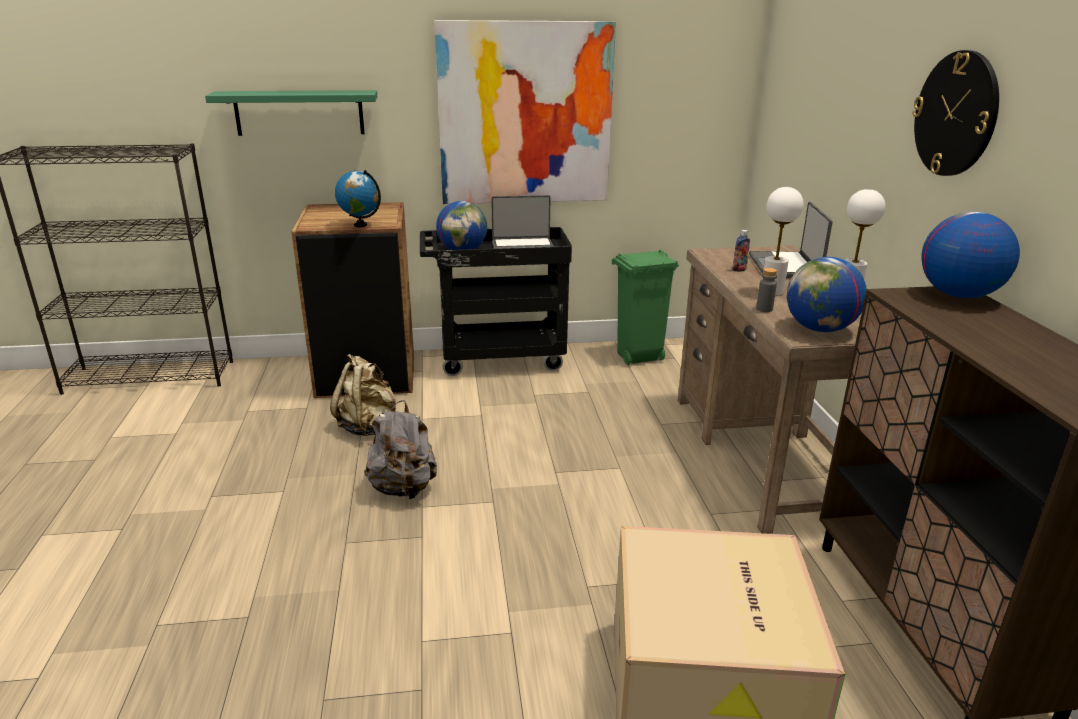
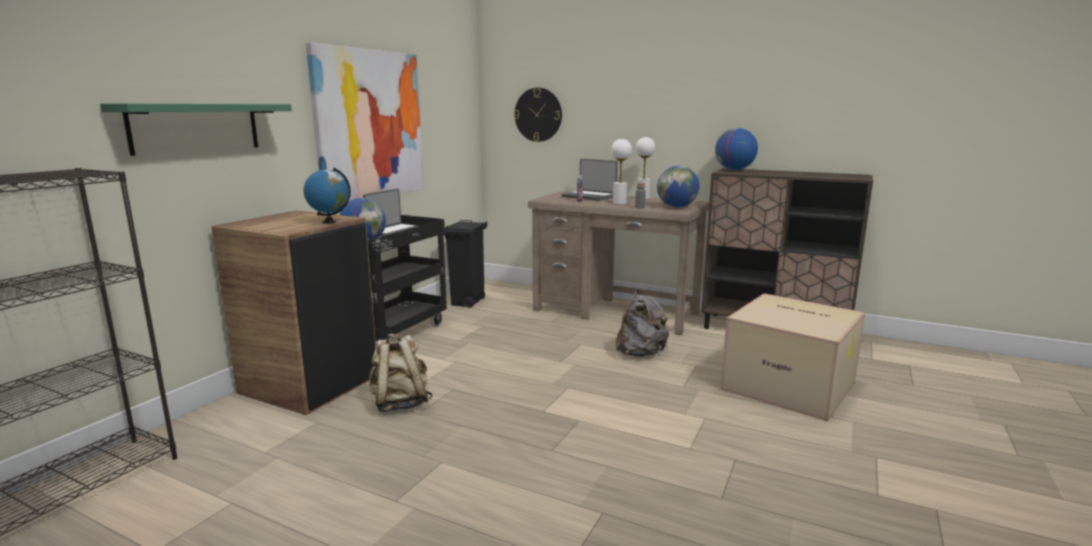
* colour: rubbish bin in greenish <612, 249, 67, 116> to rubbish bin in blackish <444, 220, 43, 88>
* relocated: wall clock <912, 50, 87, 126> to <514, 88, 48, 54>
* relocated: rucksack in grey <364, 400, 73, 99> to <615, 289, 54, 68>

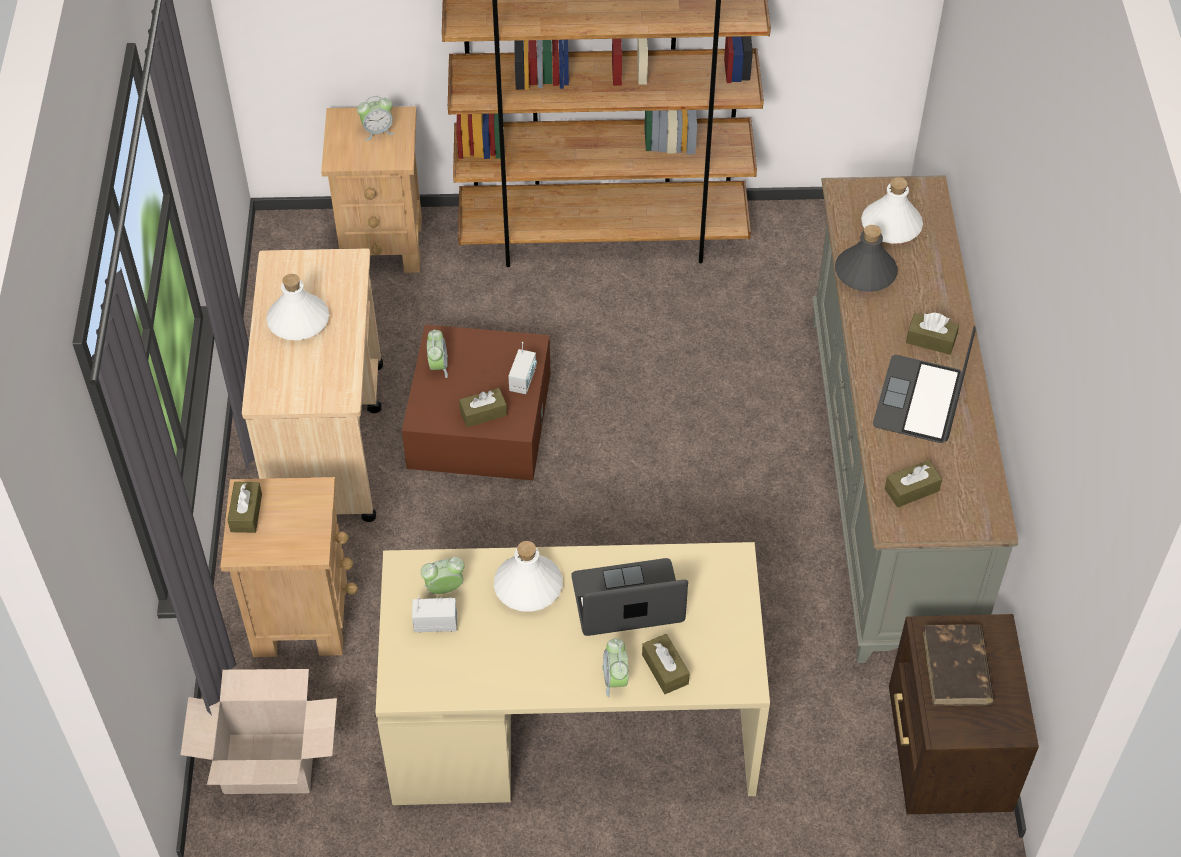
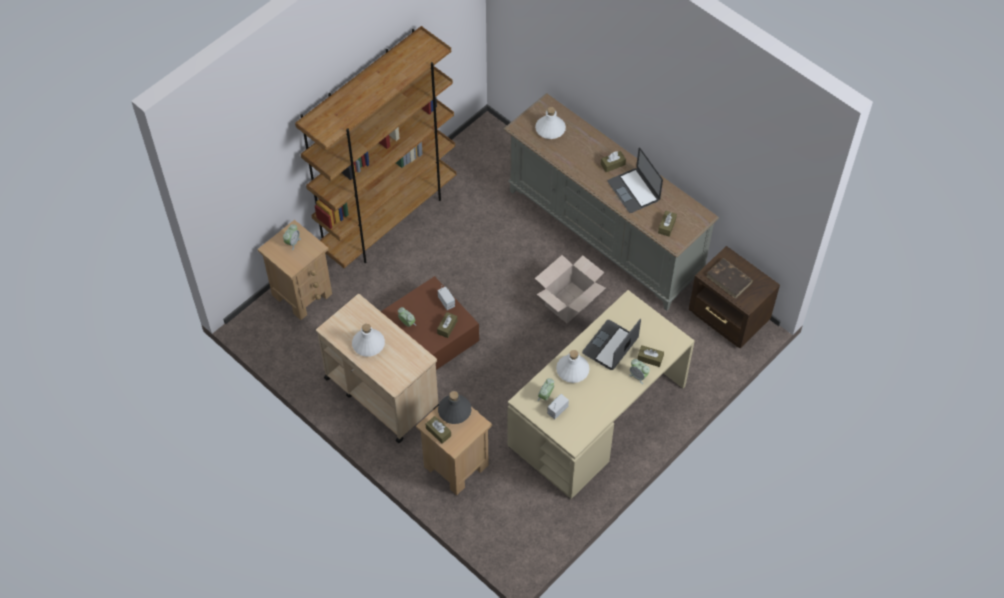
* relocated: beverage bottle in grey <835, 225, 62, 67> to <438, 391, 33, 33>
* relocated: packing box <181, 669, 156, 125> to <535, 255, 71, 68>

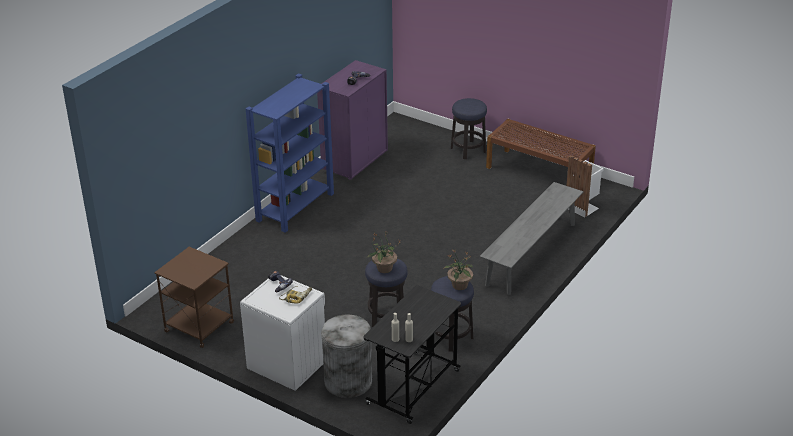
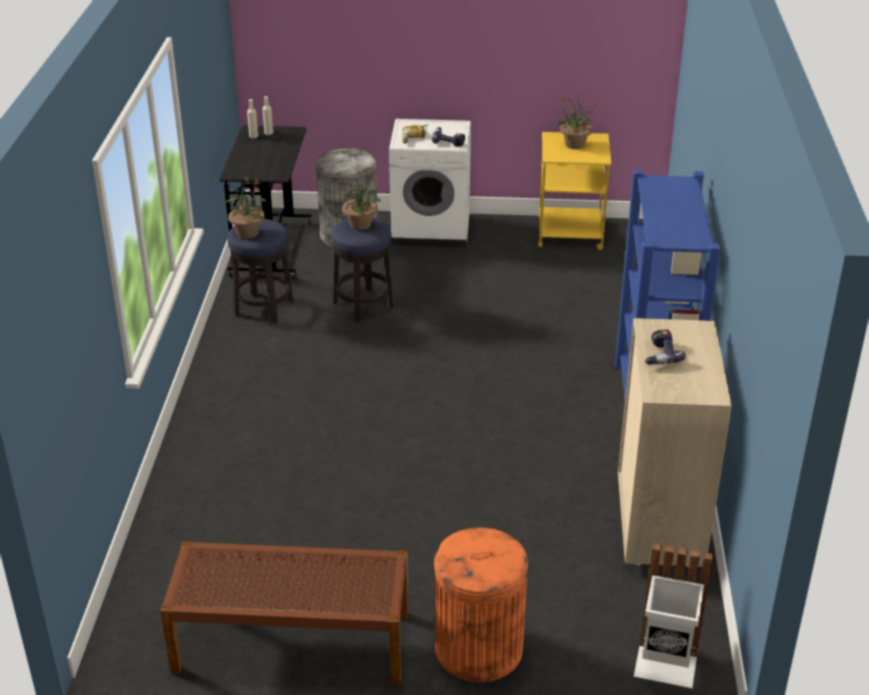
* exchanged: sitting stool <451, 98, 36, 61> to rubbish bin in orangey <434, 528, 94, 154>
* colour: wheeled cart in brownish <154, 247, 80, 101> to wheeled cart in yellow-coloured <538, 132, 73, 118>
* appeared: plant in a pot <555, 93, 43, 56>
* colour: storage cabinet in purplish <317, 60, 71, 120> to storage cabinet in beige-coloured <618, 318, 114, 249>
* relocated: rubbish bin in white-coloured <566, 155, 38, 62> to <634, 543, 79, 145>
* missing: long seat in grey <480, 182, 104, 113>

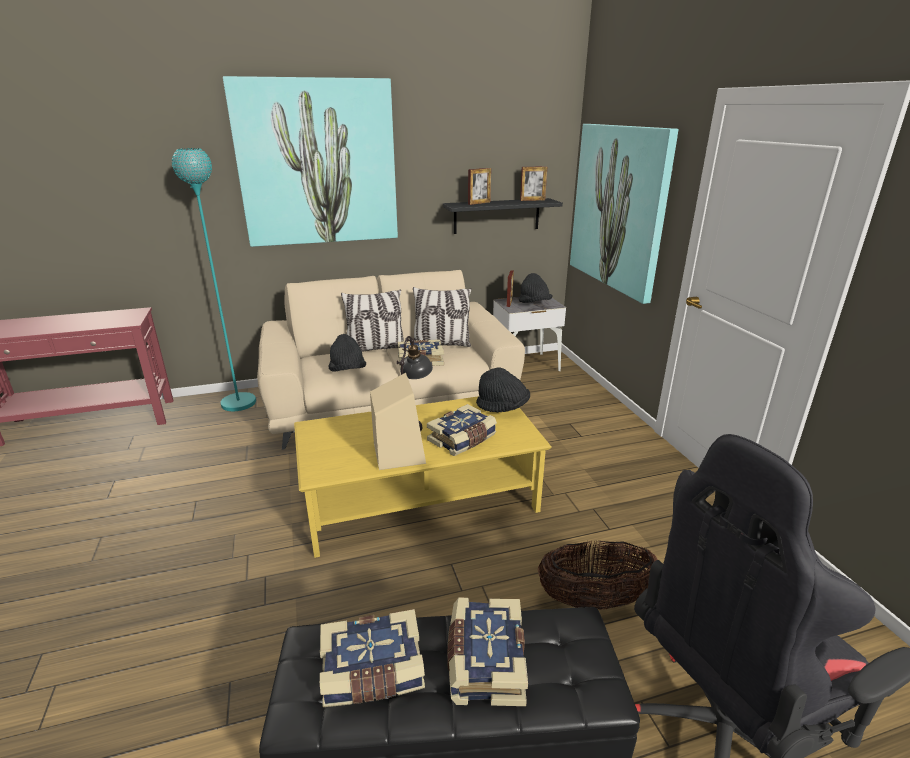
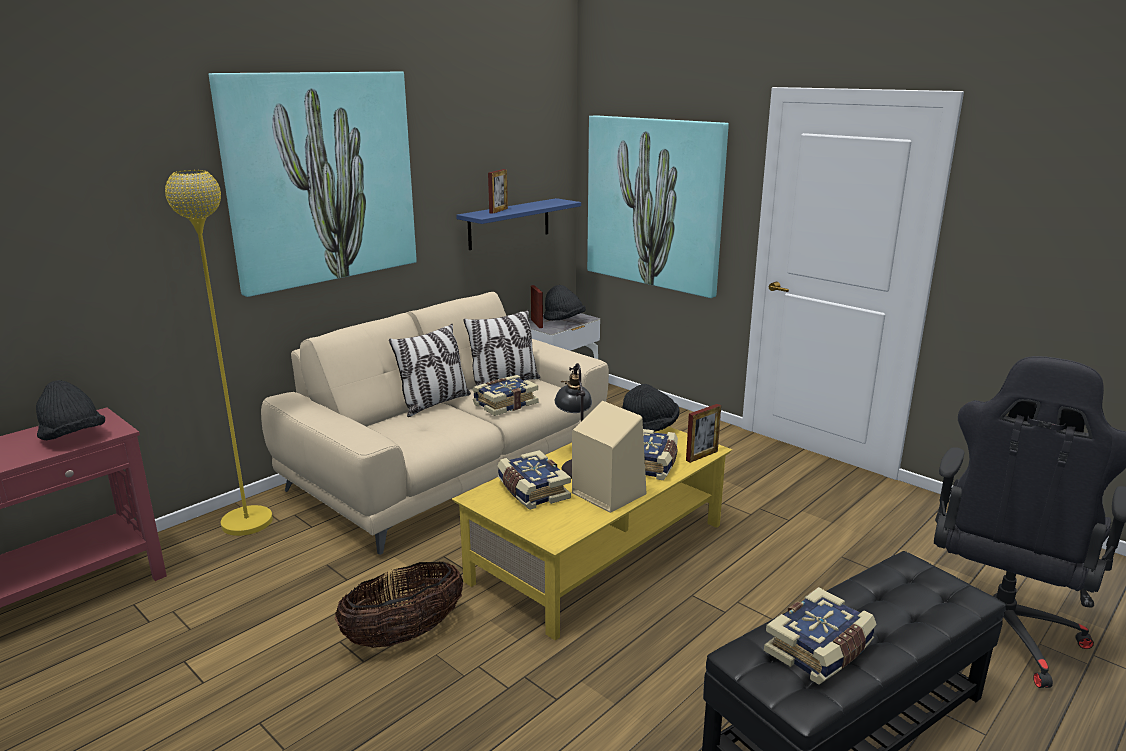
* relocated: hat in blackish <328, 334, 38, 37> to <36, 380, 69, 60>
* colour: standing lamp in blue-green <172, 148, 84, 263> to standing lamp in yellow-coloured <165, 170, 108, 366>
* relocated: basket <538, 540, 120, 70> to <335, 561, 128, 87>
* colour: bracket shelf in blackish <443, 198, 120, 36> to bracket shelf in blue <456, 198, 125, 52>
* relocated: volume <447, 598, 81, 108> to <497, 450, 74, 60>
* relocated: picture frame <520, 166, 27, 35> to <686, 404, 35, 59>

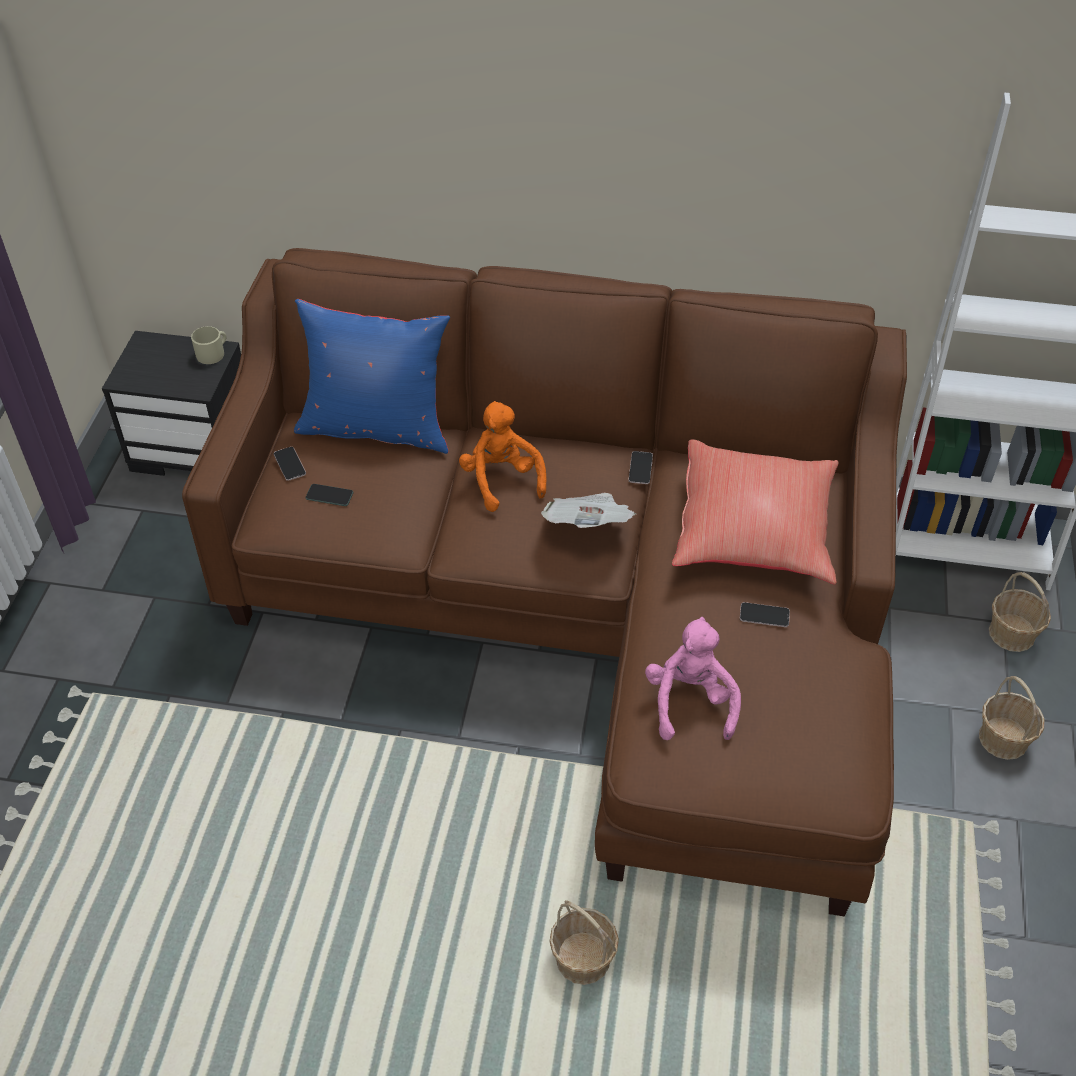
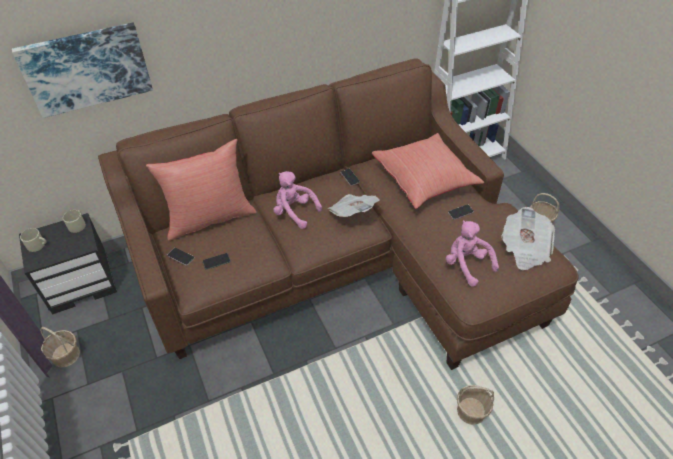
* appeared: wall art <12, 23, 141, 95>
* appeared: coffee mug in beige-coloured <20, 228, 26, 24>
* relocated: basket <989, 572, 62, 80> to <40, 327, 40, 40>
* colour: throw pillow in blue <294, 299, 156, 155> to throw pillow in red <146, 139, 111, 102>
* colour: cuddly toy in orangey <459, 401, 87, 111> to cuddly toy in pink-coloured <273, 171, 49, 58>
* appeared: printed paper <502, 207, 53, 63>

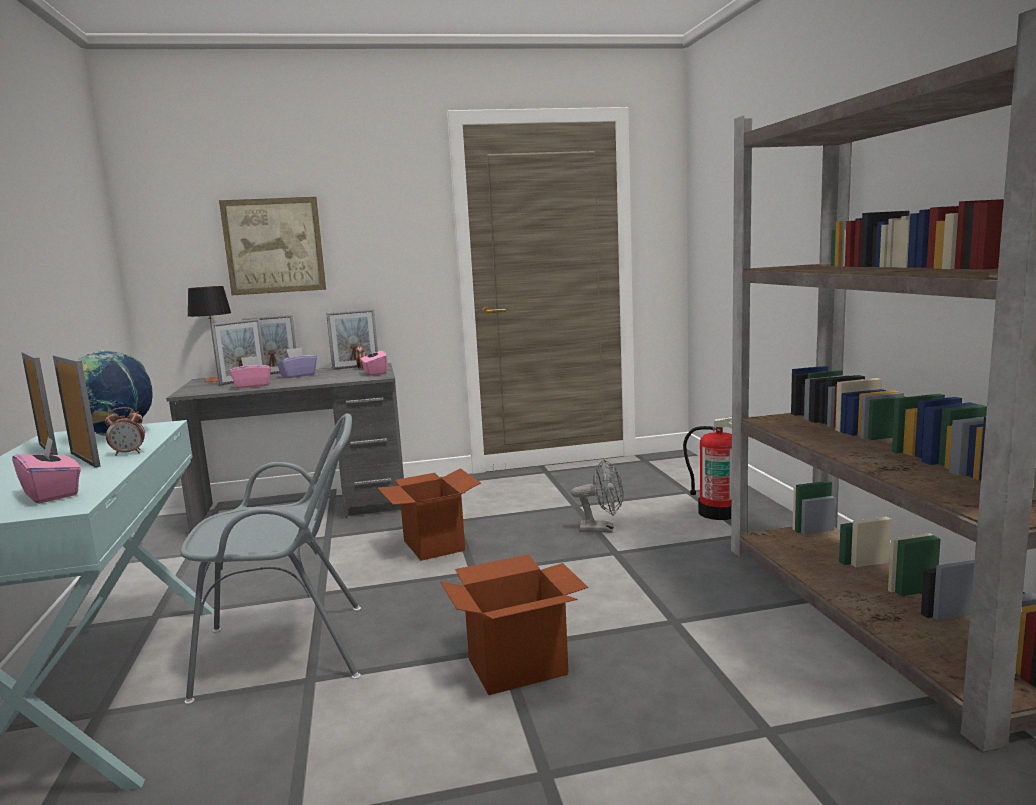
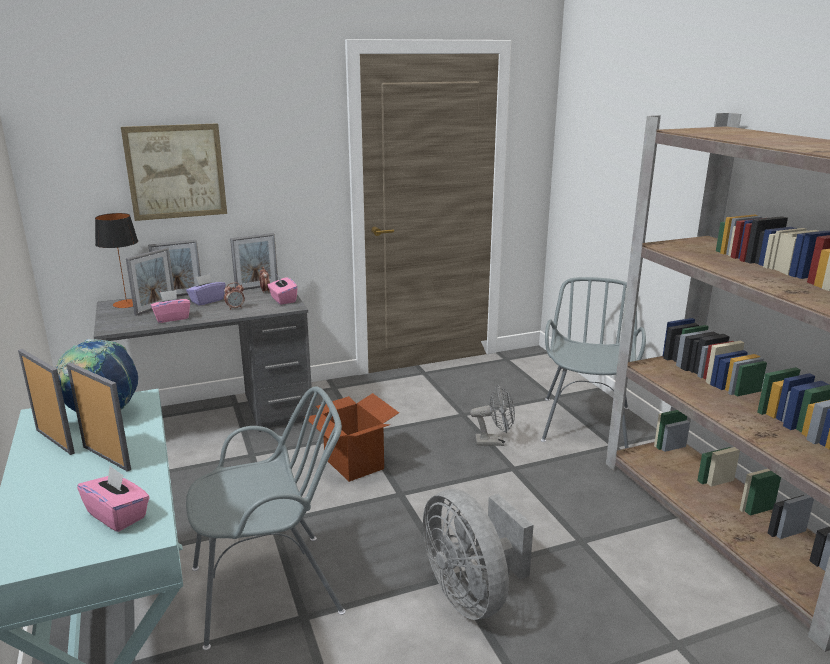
* relocated: bedside clock <105, 407, 40, 49> to <224, 283, 21, 27>
* exchanged: packing box <440, 554, 148, 141> to cooling fan in grey <423, 489, 111, 131>
* exchanged: fire-fighting cylinder <683, 416, 69, 104> to chair in grey <541, 277, 105, 171>

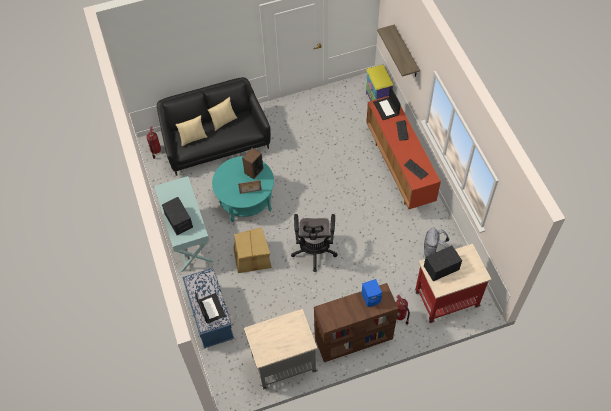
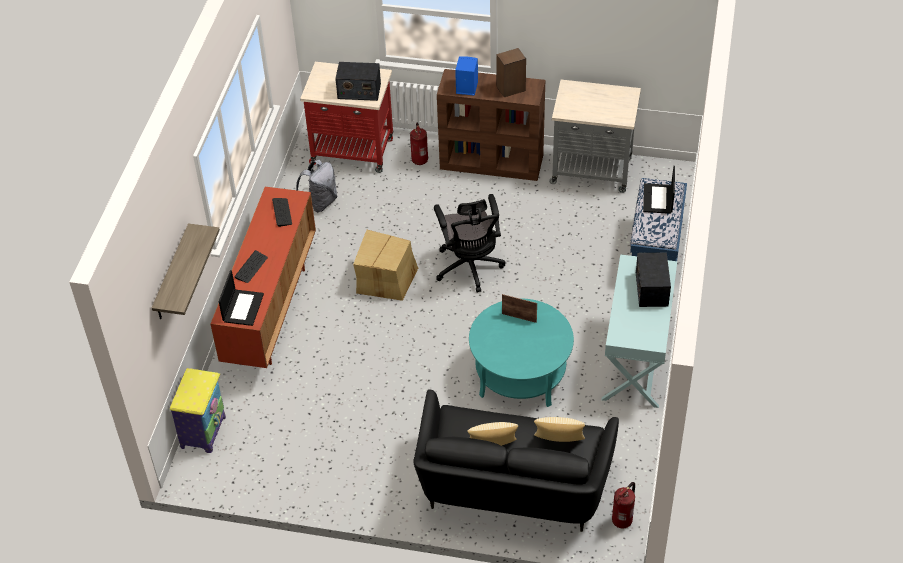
* relocated: packing box <234, 227, 38, 46> to <353, 230, 65, 71>
* spun: desk chair <291, 214, 47, 58> = <434, 194, 71, 98> 135 degrees clockwise
* relocated: speaker <242, 148, 21, 31> to <496, 48, 30, 49>

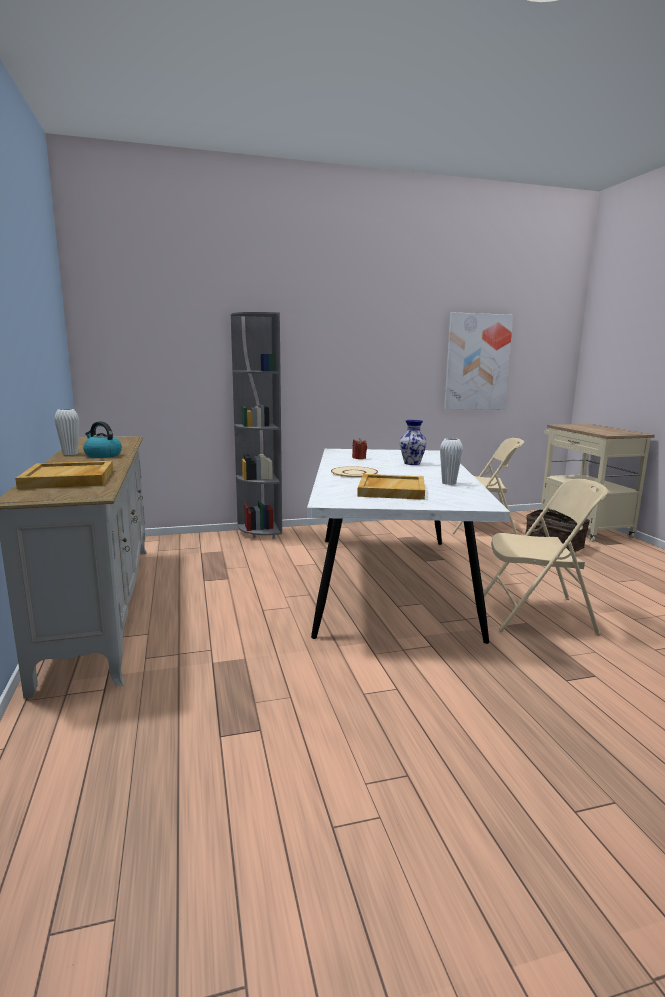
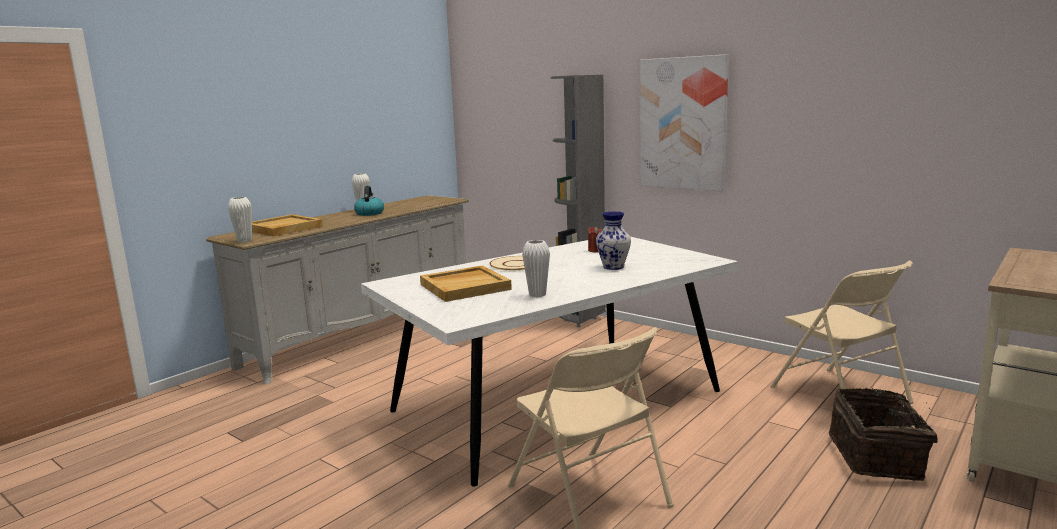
* appeared: vase in white-coloured <228, 197, 24, 46>
* relocated: wall art <444, 313, 69, 97> to <640, 54, 89, 137>

